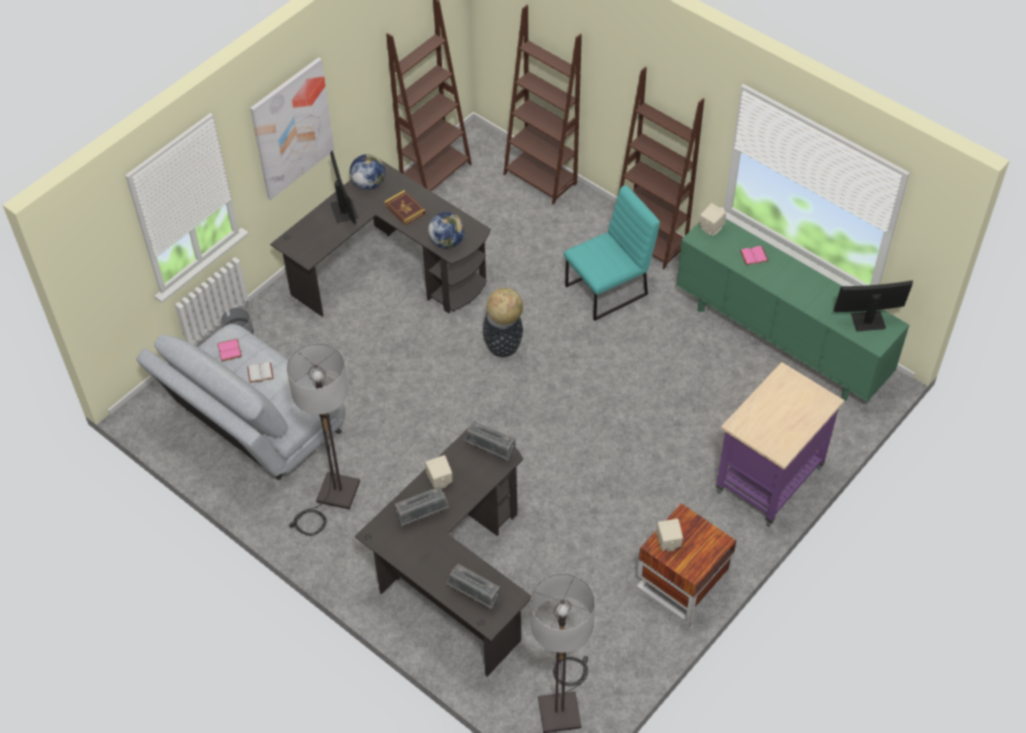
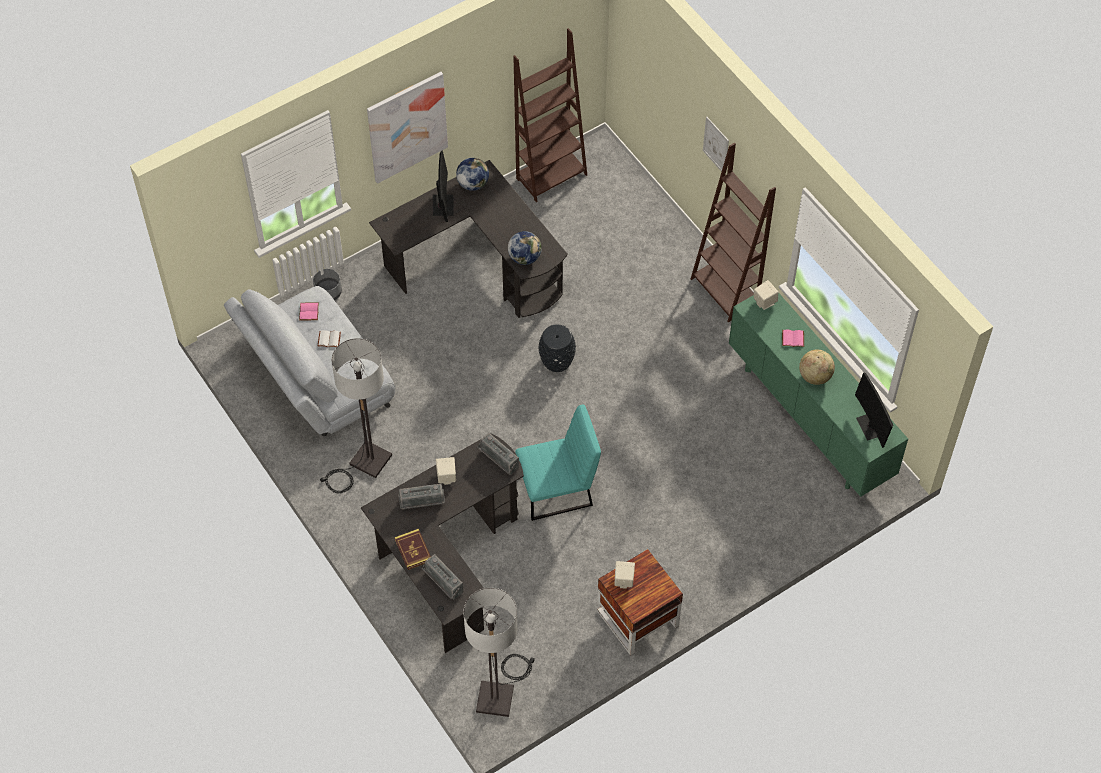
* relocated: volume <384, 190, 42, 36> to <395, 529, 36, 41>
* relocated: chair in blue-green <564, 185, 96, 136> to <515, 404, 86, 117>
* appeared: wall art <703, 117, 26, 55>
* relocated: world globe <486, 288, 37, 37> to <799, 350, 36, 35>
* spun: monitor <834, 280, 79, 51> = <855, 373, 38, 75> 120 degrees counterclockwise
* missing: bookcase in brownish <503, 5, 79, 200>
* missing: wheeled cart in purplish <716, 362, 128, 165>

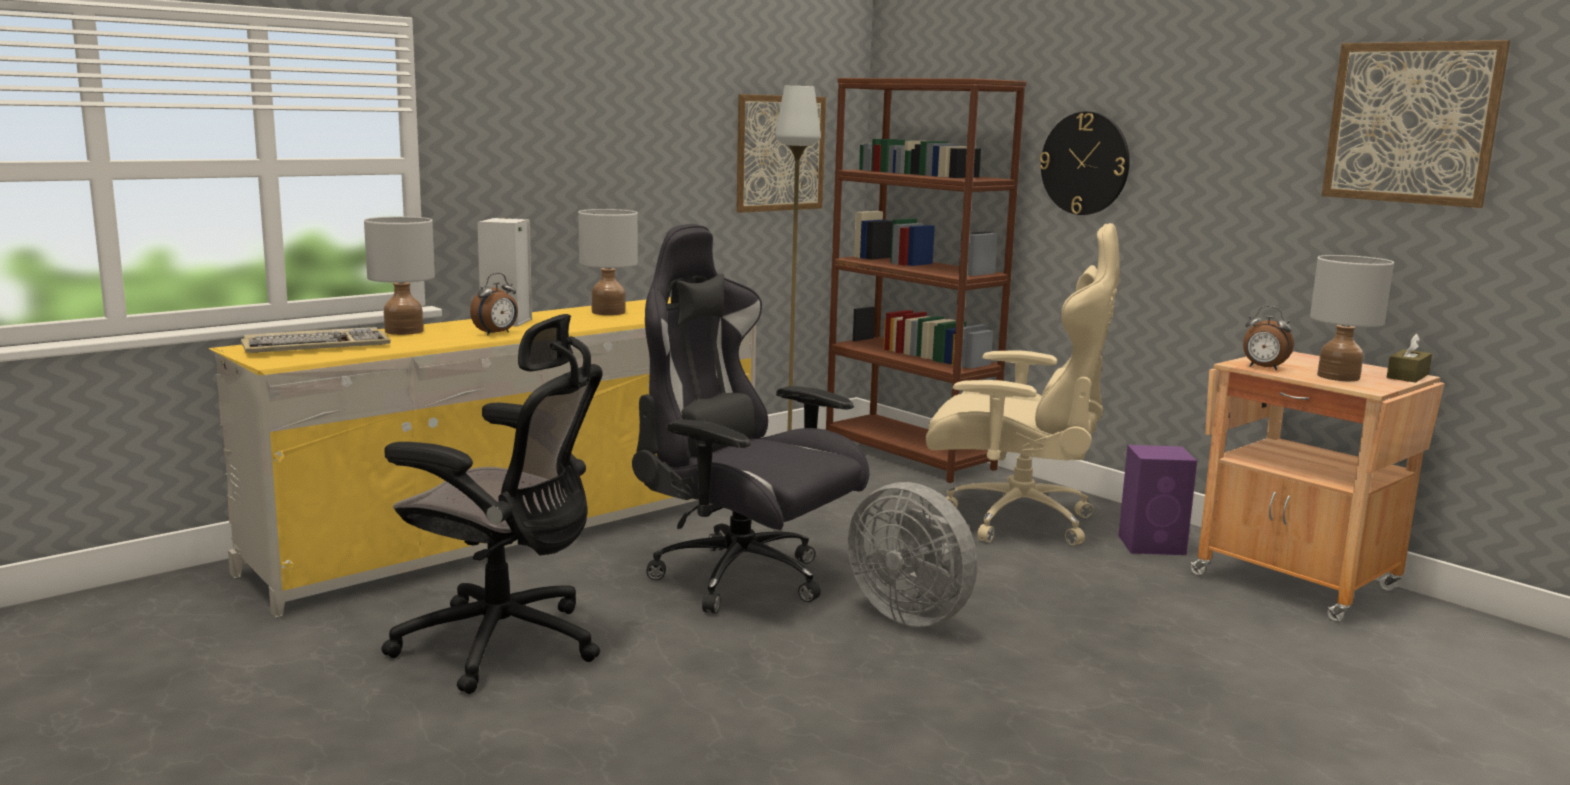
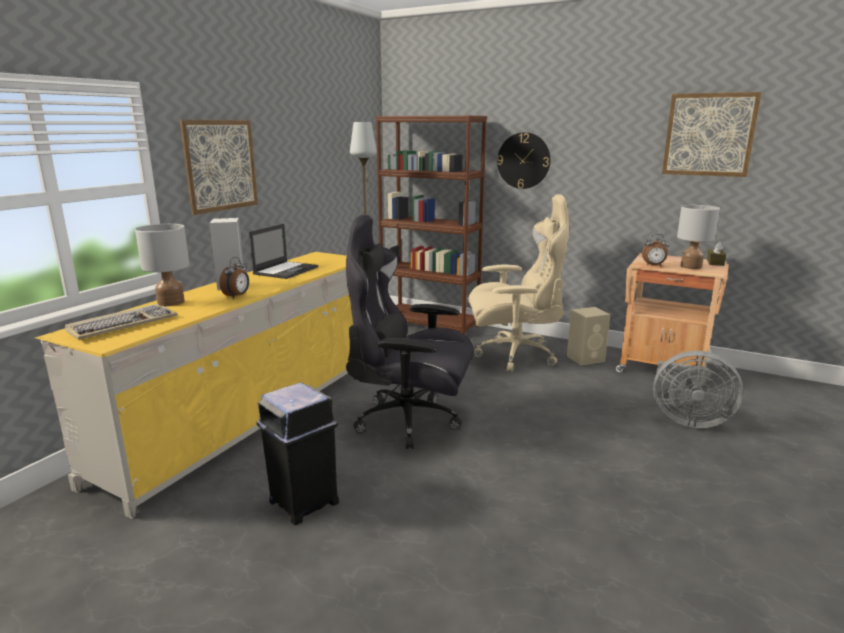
* relocated: wall art <736, 93, 90, 120> to <180, 118, 78, 97>
* exchanged: table lamp in grey <578, 209, 60, 106> to laptop <249, 224, 69, 55>
* exchanged: desk chair <381, 314, 222, 380> to rubbish bin in blackish <256, 383, 83, 142>
* colour: speaker in purplish <1119, 445, 78, 110> to speaker in beige-coloured <567, 307, 43, 58>
* relocated: cooling fan in grey <848, 482, 129, 145> to <653, 351, 90, 77>

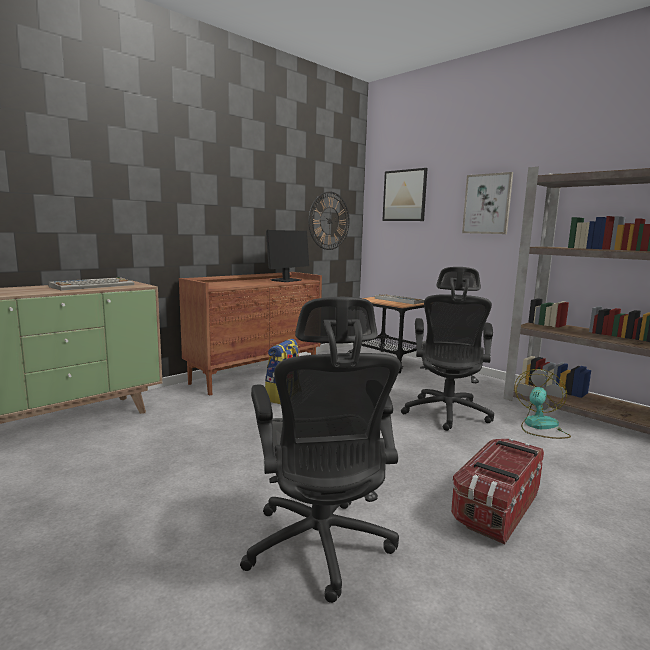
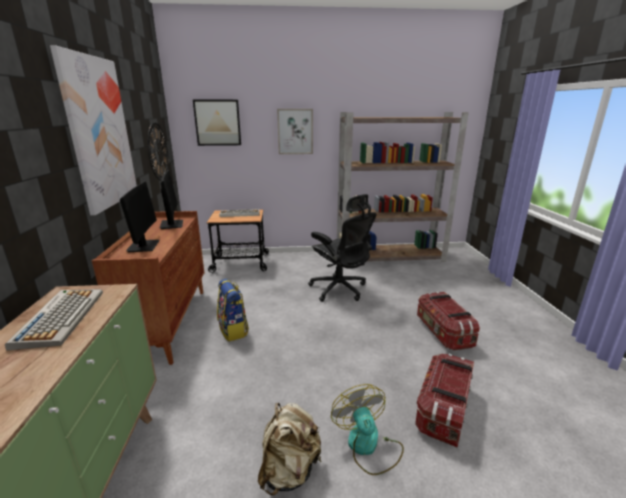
* appeared: wall art <50, 46, 87, 169>
* appeared: monitor <120, 181, 40, 71>
* appeared: rucksack in beige-coloured <258, 403, 64, 93>
* relocated: cooling fan <515, 369, 56, 70> to <331, 384, 73, 91>
* exchanged: desk chair <240, 297, 161, 306> to storage box <415, 354, 59, 93>

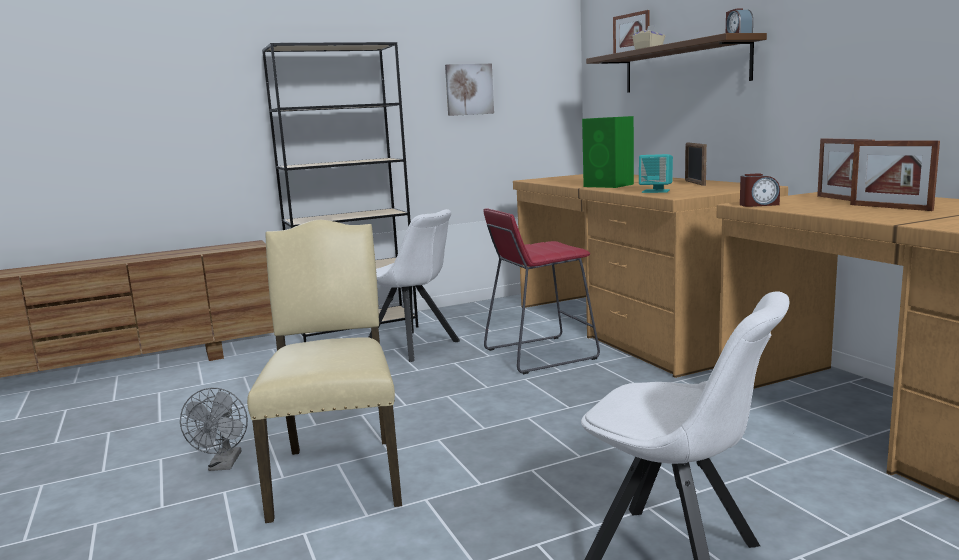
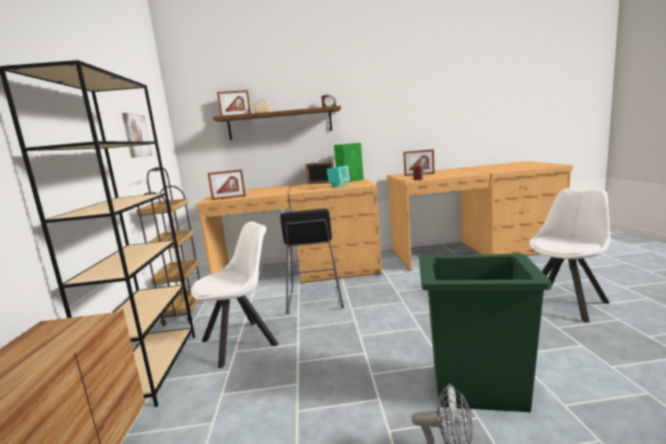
* appeared: wheeled cart in brownish <136, 167, 64, 159>
* relocated: picture frame <850, 140, 90, 71> to <207, 169, 39, 31>
* colour: sitting stool in red <483, 208, 117, 166> to sitting stool in blackish <280, 209, 64, 105>
* relocated: speaker in greenish <582, 116, 52, 72> to <334, 143, 30, 39>
* exchanged: chair in beige-coloured <247, 220, 155, 303> to rubbish bin in greenish <419, 254, 133, 158>

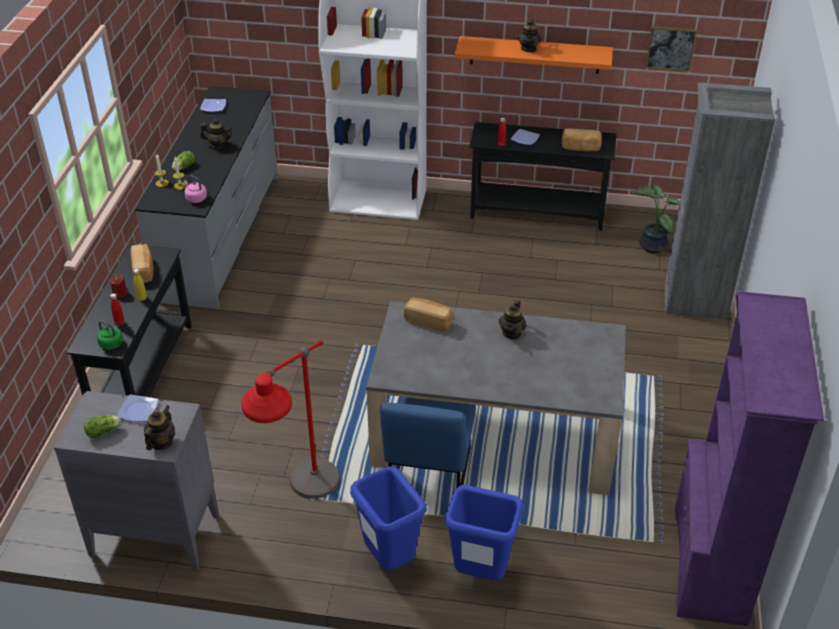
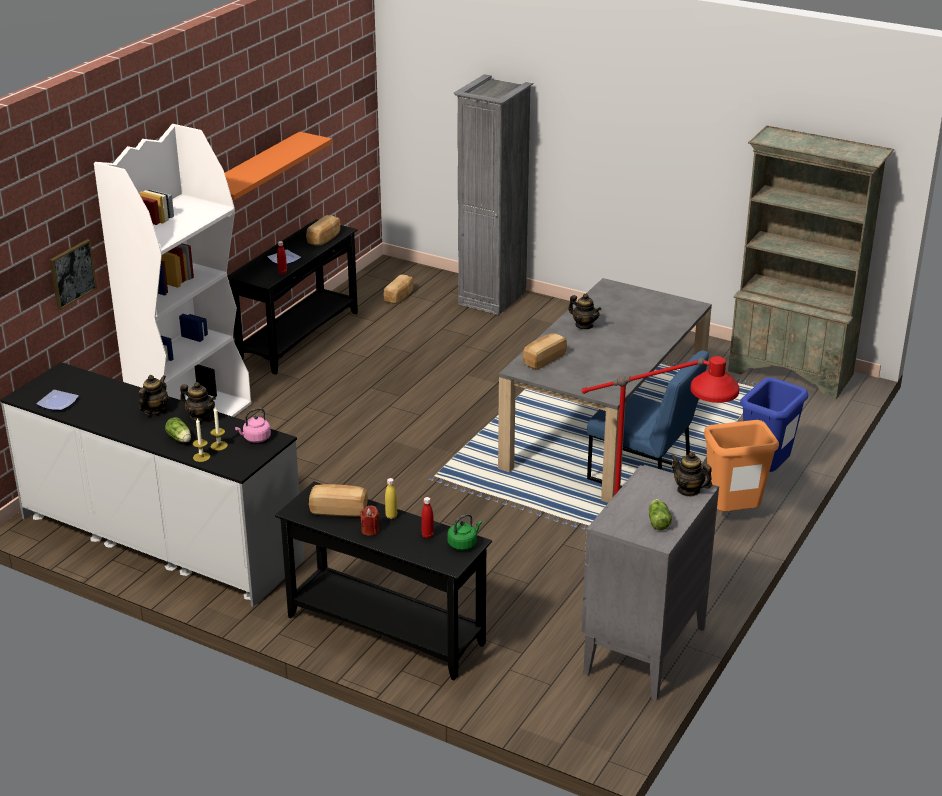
* relocated: wall art <646, 26, 51, 46> to <50, 239, 47, 71>
* relocated: tea pot <517, 19, 24, 34> to <180, 382, 36, 40>
* exchanged: plant in a pot <632, 184, 48, 69> to bakery bread <383, 274, 30, 30>
* colour: rubbish bin in blue <350, 466, 77, 104> to rubbish bin in orangey <704, 420, 75, 92>
* colour: bookcase in purplish <675, 291, 149, 335> to bookcase in greenish <728, 125, 166, 274>
* missing: dinner plate <117, 395, 41, 27>

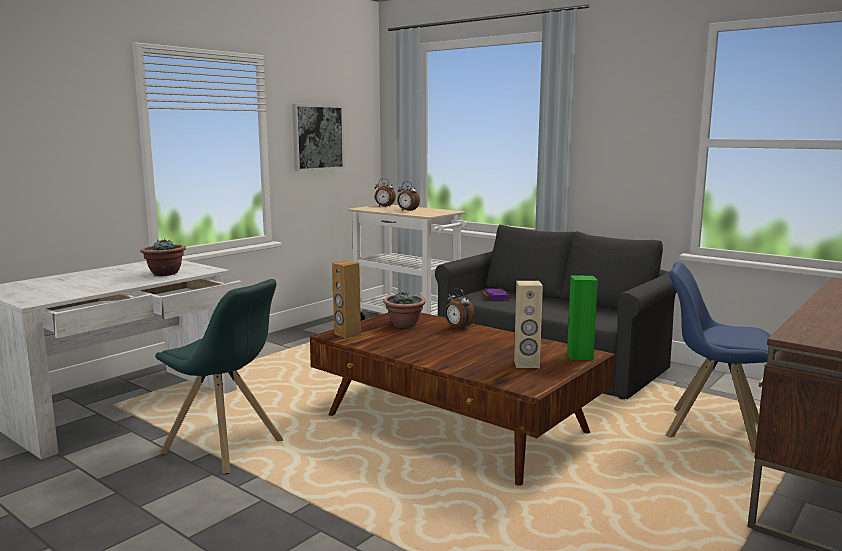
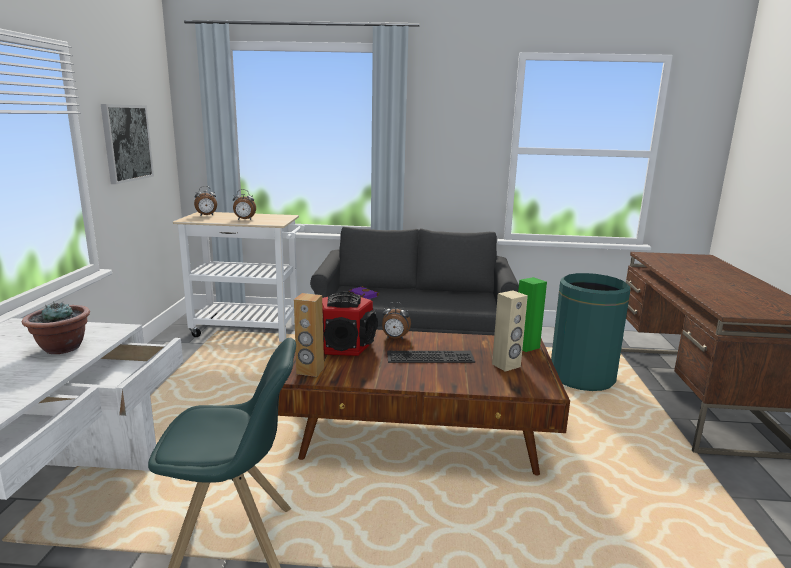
* exchanged: plant in a pot <383, 292, 43, 36> to speaker <322, 292, 56, 64>
* appeared: keyboard <387, 351, 88, 12>
* exchanged: chair in blue <666, 262, 112, 191> to rubbish bin in greenish <551, 273, 79, 118>

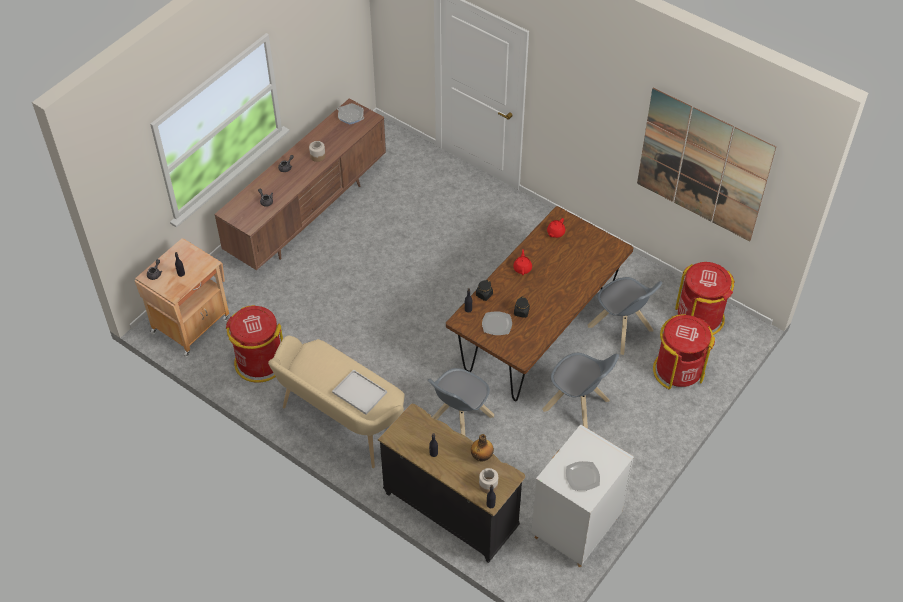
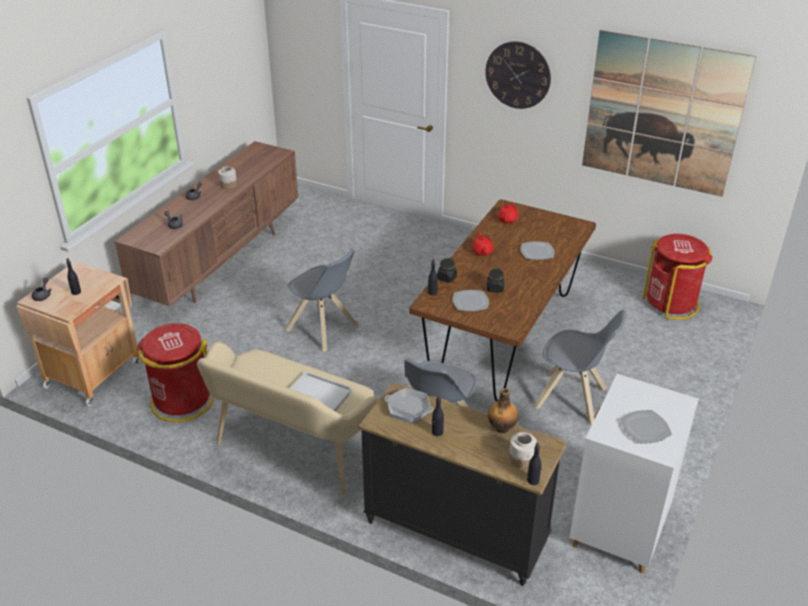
* relocated: chair in grey <588, 277, 75, 78> to <285, 249, 74, 103>
* relocated: skillet <337, 103, 27, 21> to <385, 388, 48, 34>
* appeared: wall clock <485, 41, 66, 68>
* appeared: dinner plate <521, 241, 34, 19>
* missing: rubbish bin in red <653, 314, 62, 75>

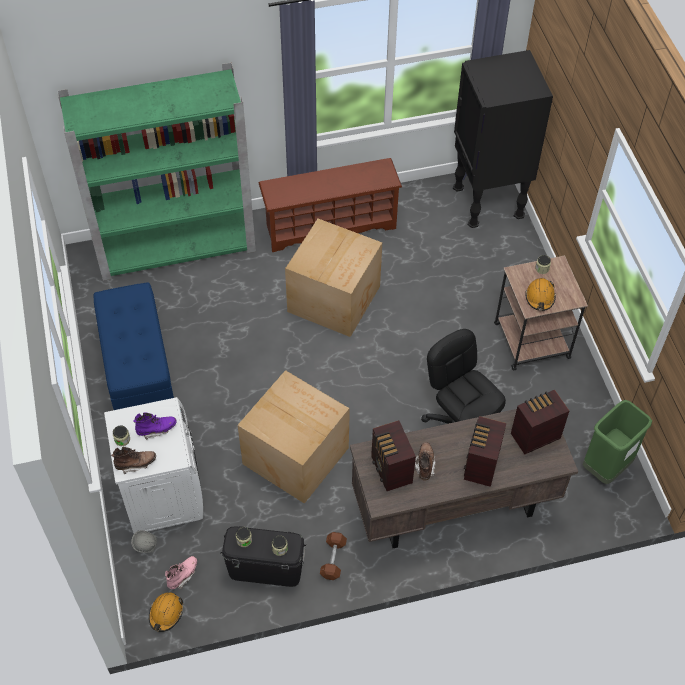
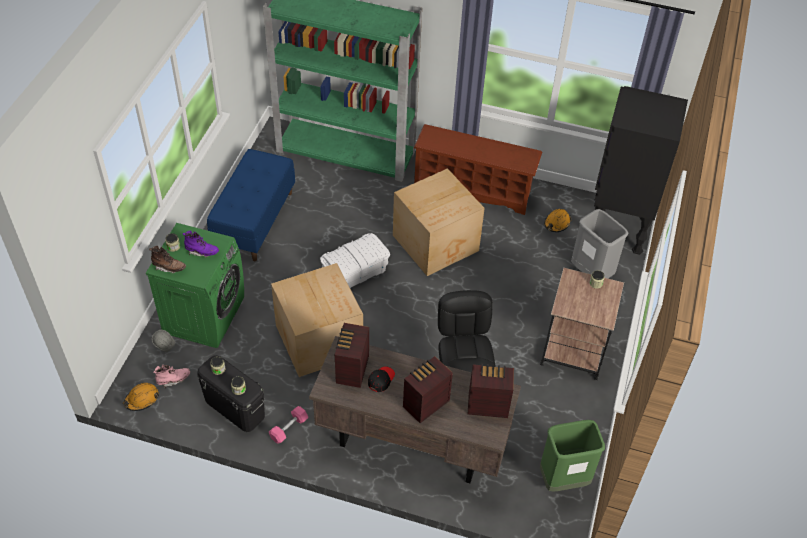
* colour: laundry appliance in white-coloured <104, 397, 99, 136> to laundry appliance in greenish <146, 223, 98, 125>
* colour: free weight in brownish <320, 532, 27, 48> to free weight in pink-coloured <269, 406, 39, 38>
* appeared: storage box in white-coloured <320, 233, 70, 55>
* exchanged: boot in brownish <415, 442, 21, 39> to peaked cap in blackish <368, 366, 27, 26>
* relocated: hard hat in orangey <525, 278, 31, 33> to <544, 209, 27, 23>
* appeared: rubbish bin in grey <571, 209, 58, 69>

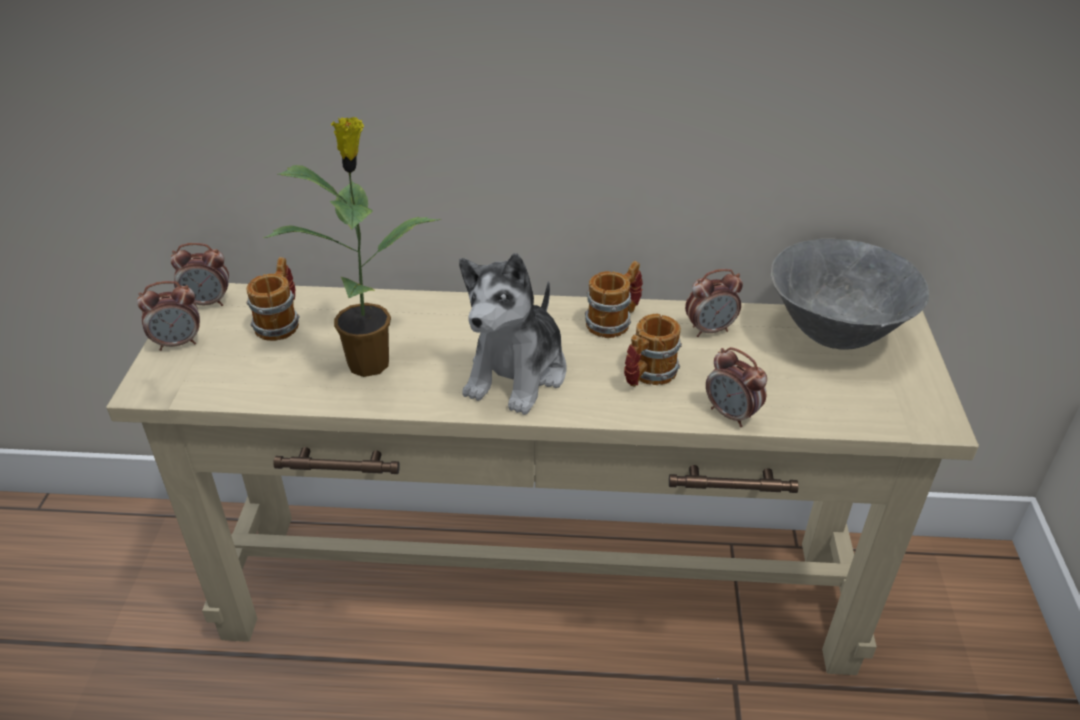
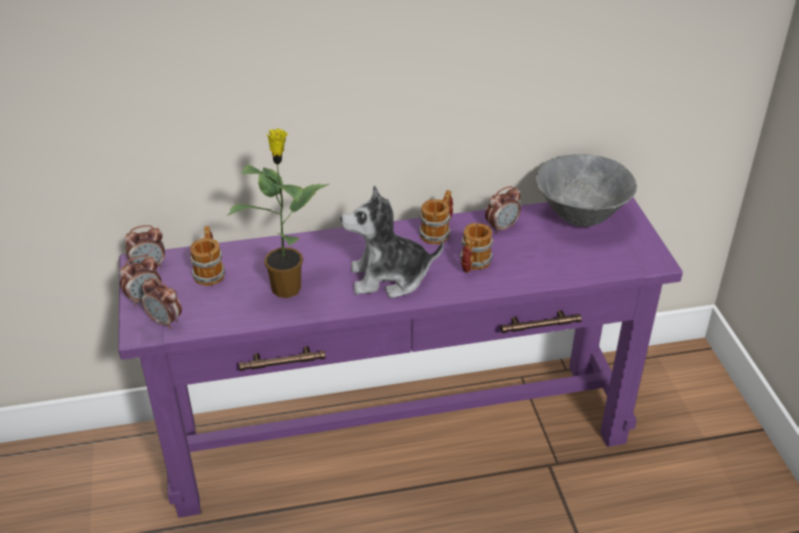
* colour: console table in beige-coloured <106, 283, 873, 392> to console table in purplish <118, 197, 565, 321>
* relocated: bedside clock <706, 347, 61, 80> to <142, 278, 40, 51>
* spun: cuddly toy <459, 253, 107, 162> = <341, 185, 103, 113> 75 degrees clockwise

